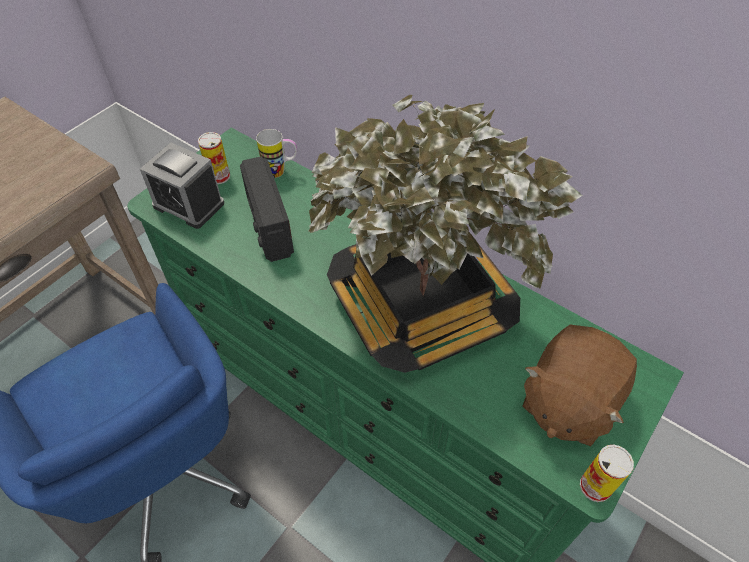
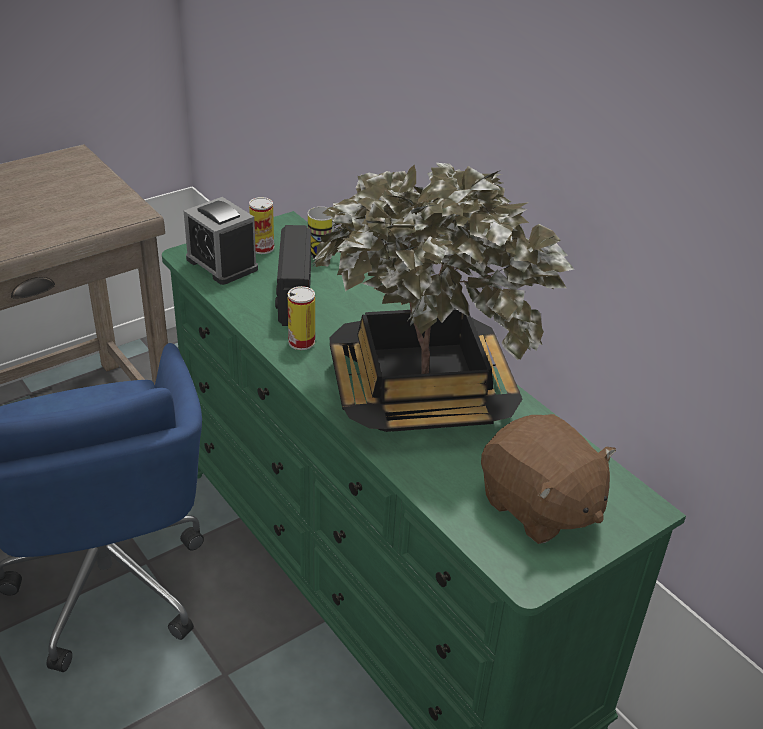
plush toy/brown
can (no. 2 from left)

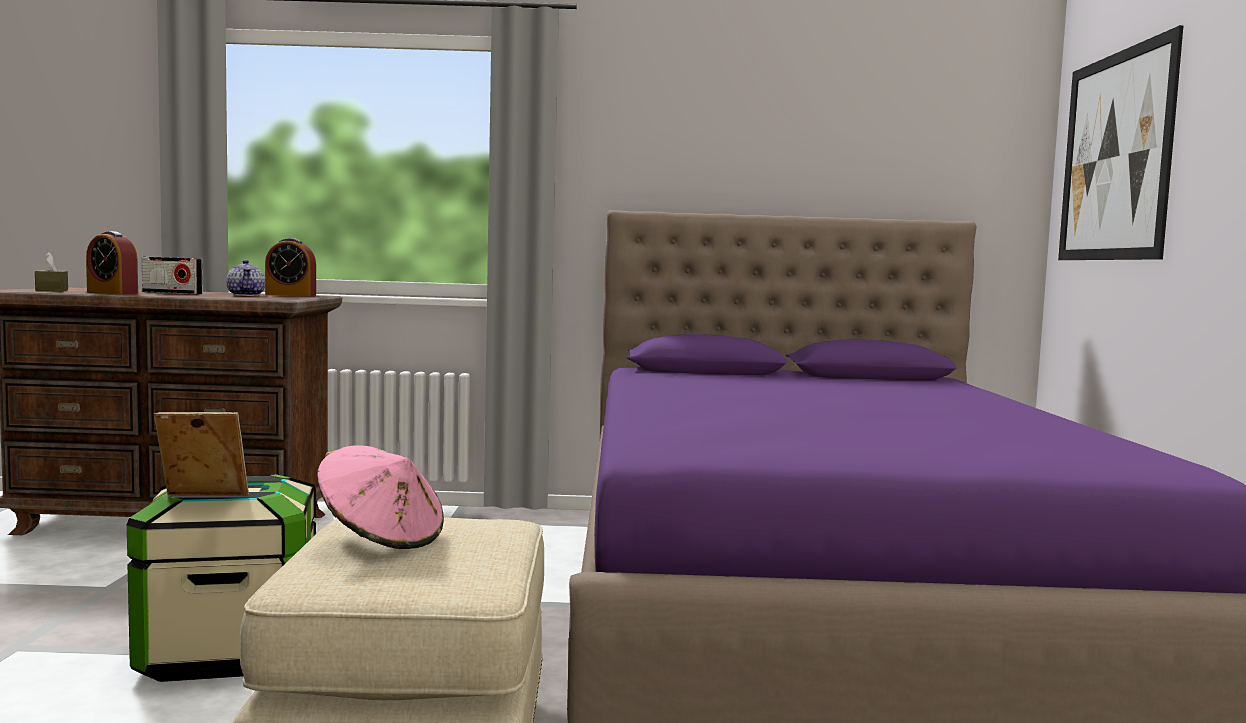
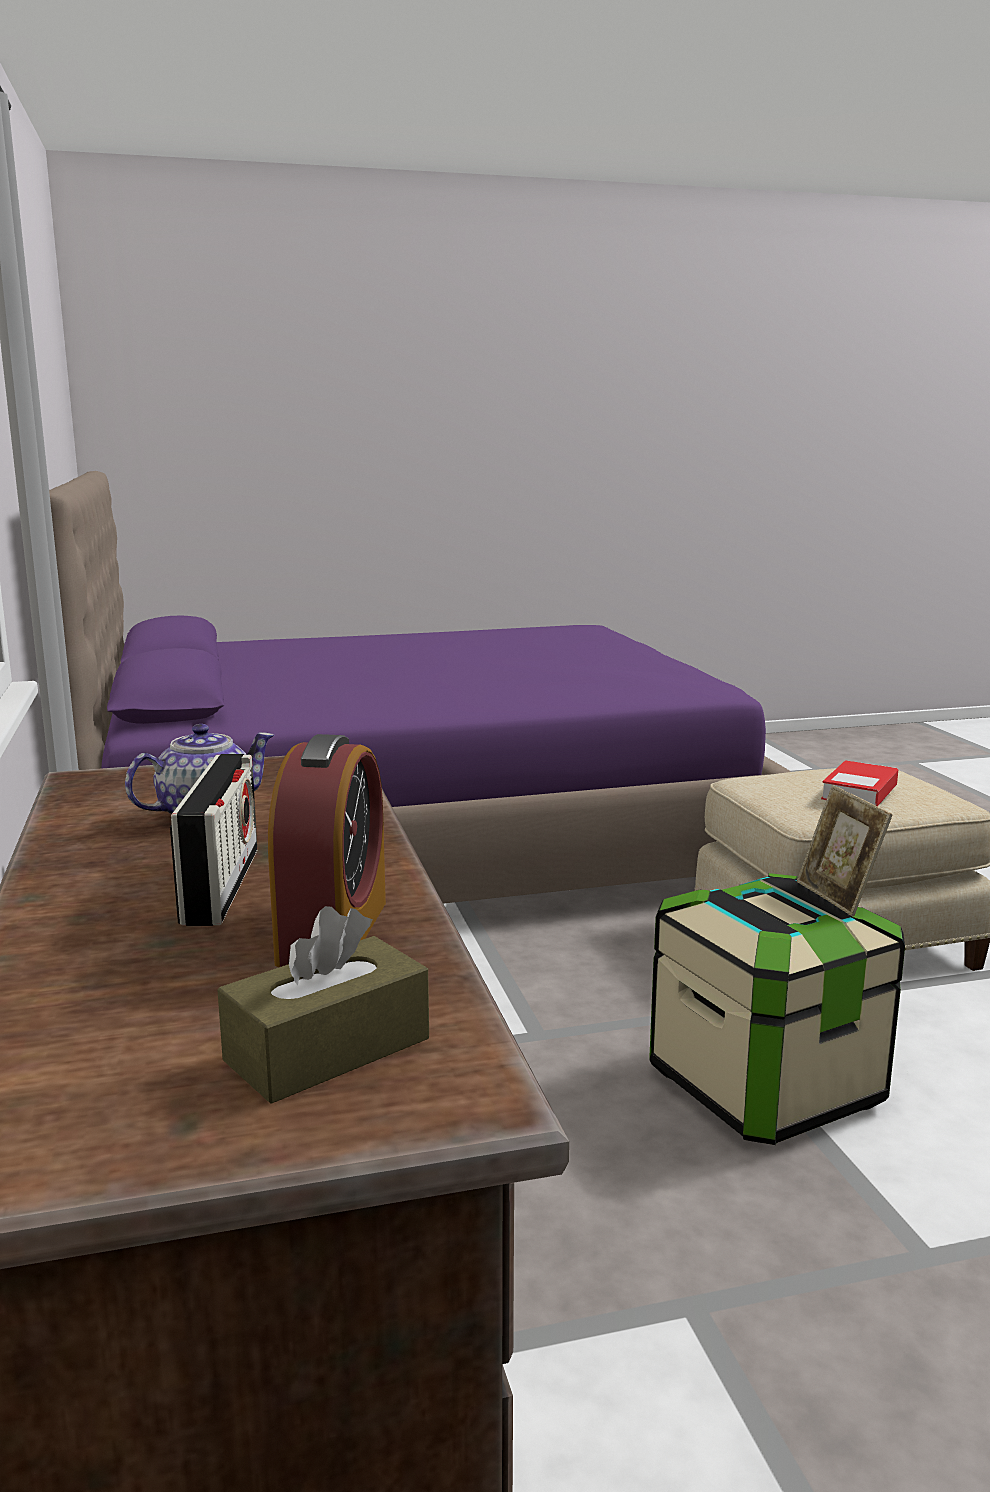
picture
alarm clock (no. 2 from left in the first image)
book

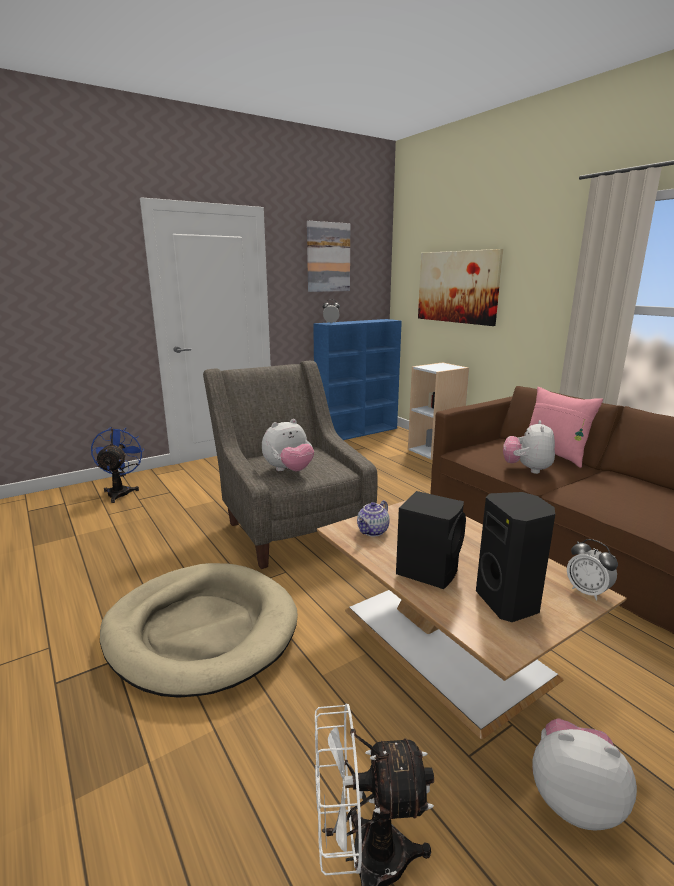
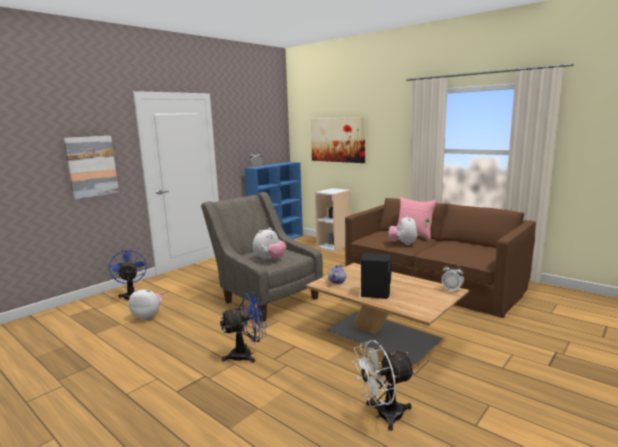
picture (no. 1 from left)
speaker/black (no. 2 from left in the first image)
fan/blue (no. 2 from left)
plush toy (no. 1 from left)

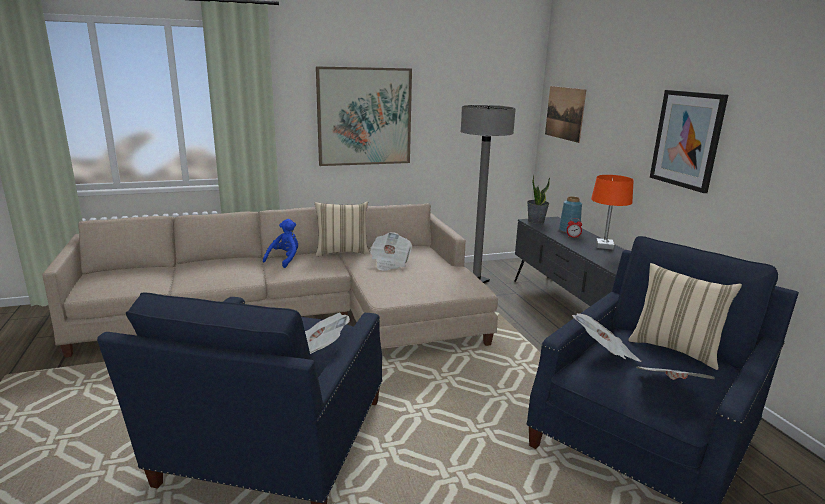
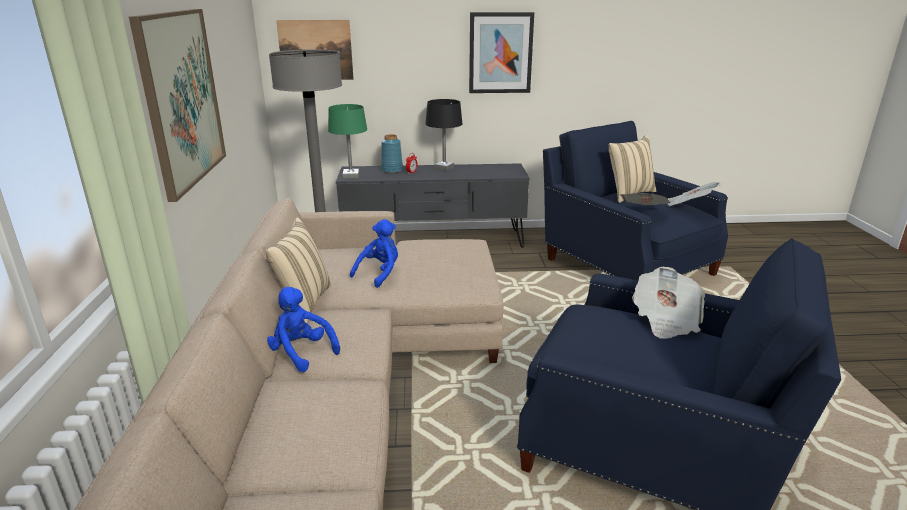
table lamp/green
table lamp/black
plush toy/blue (no. 2 from left)

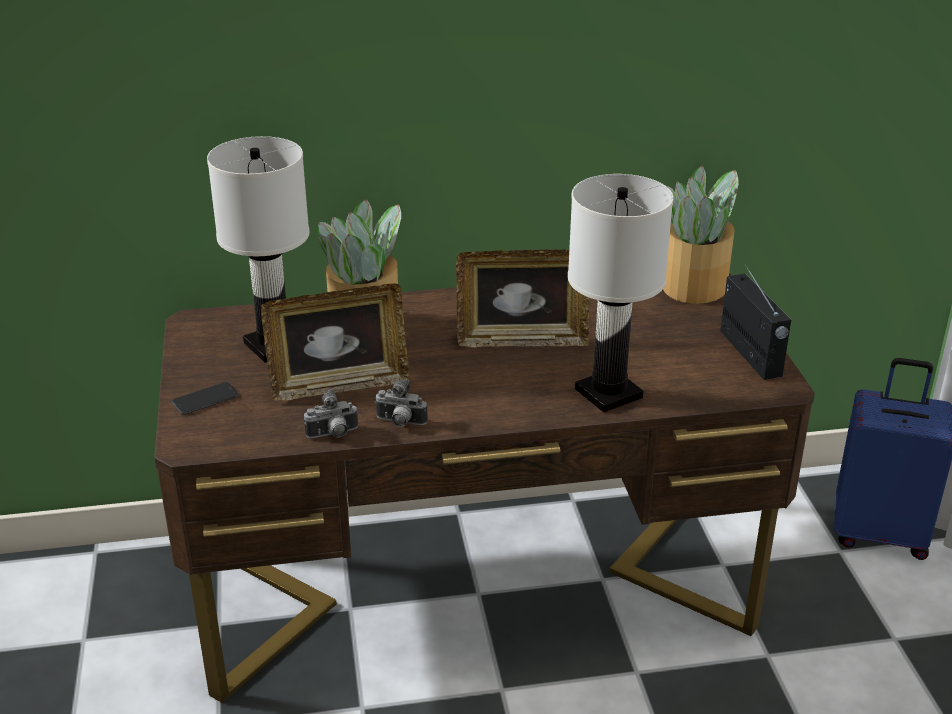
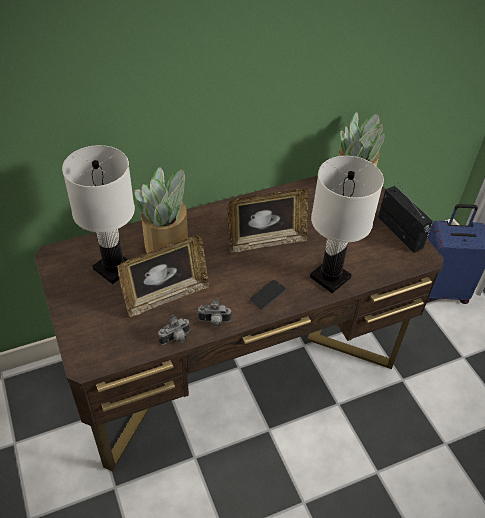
phone

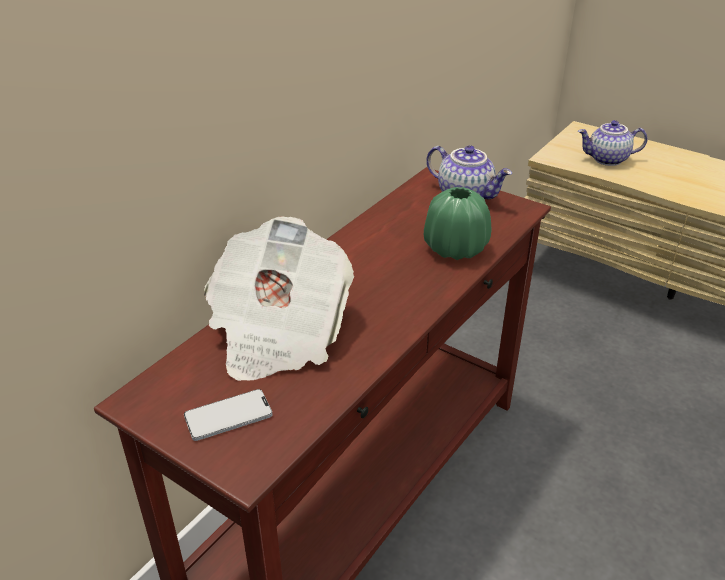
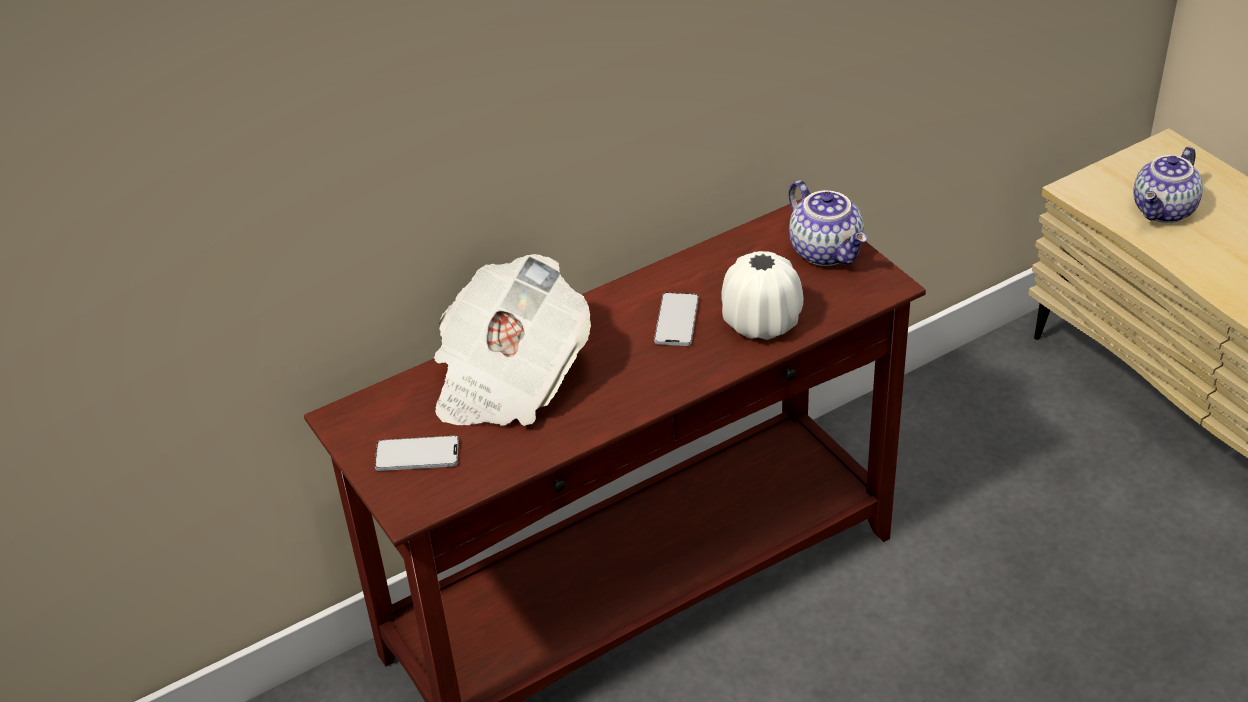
teapot (no. 2 from left)
vase/white
phone (no. 2 from left)

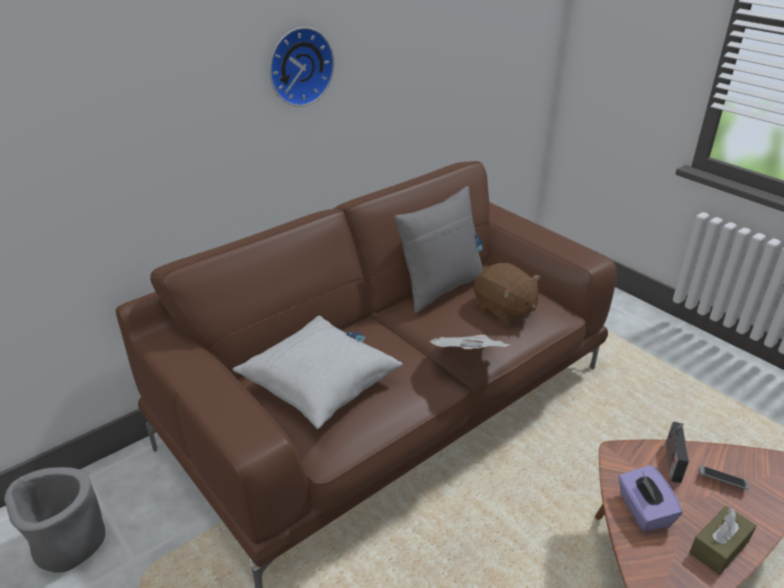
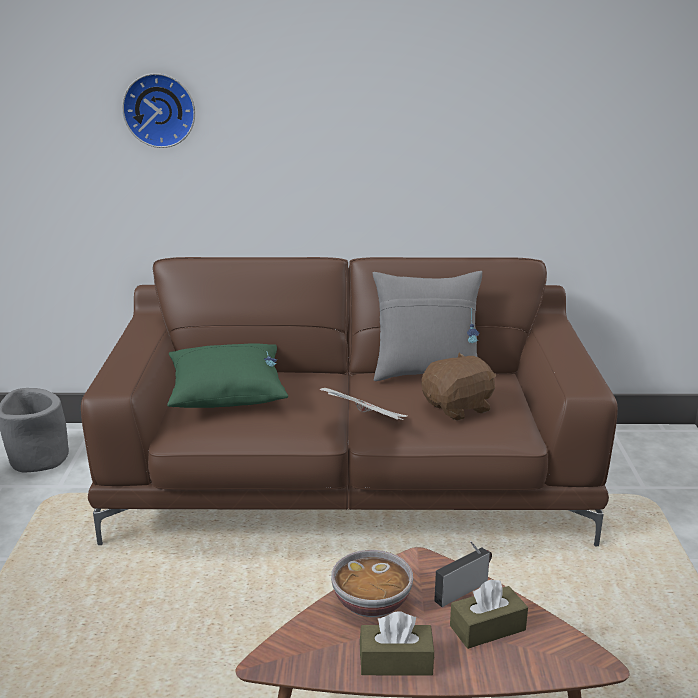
wall clock
plush toy/brown
pillow/green
bowl
tissue box/brown (no. 2 from left)

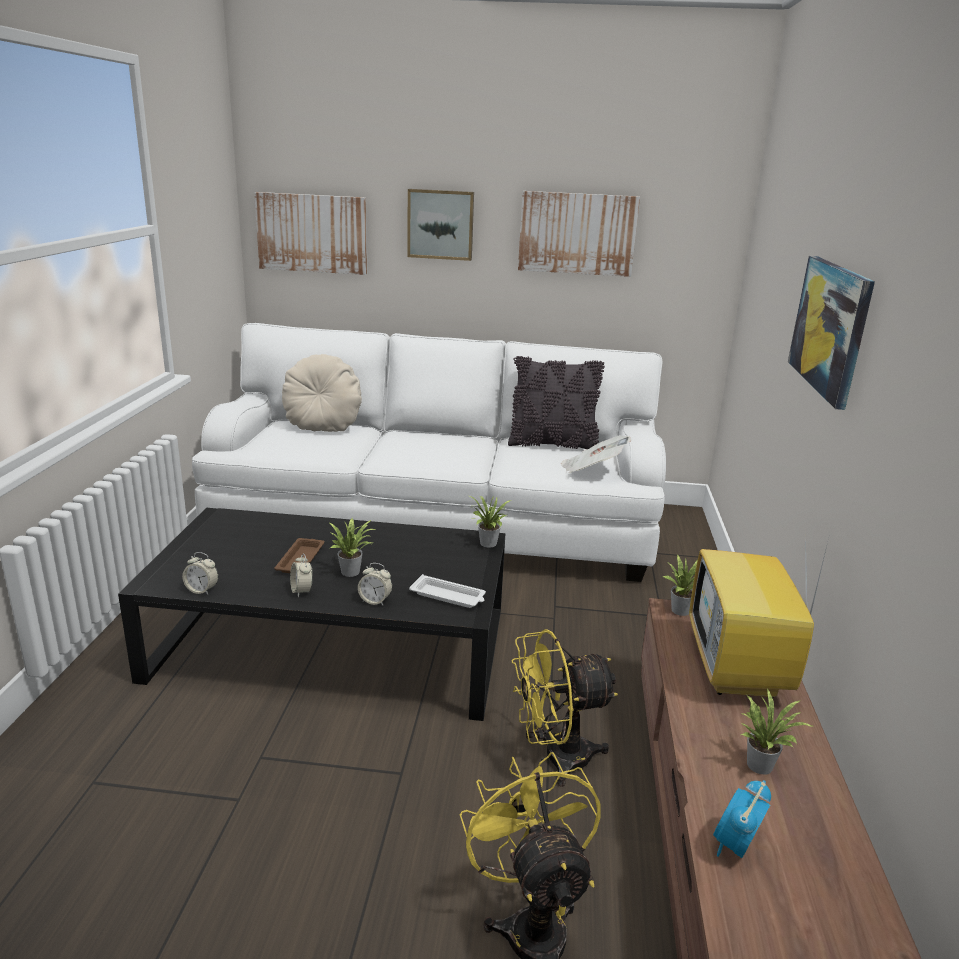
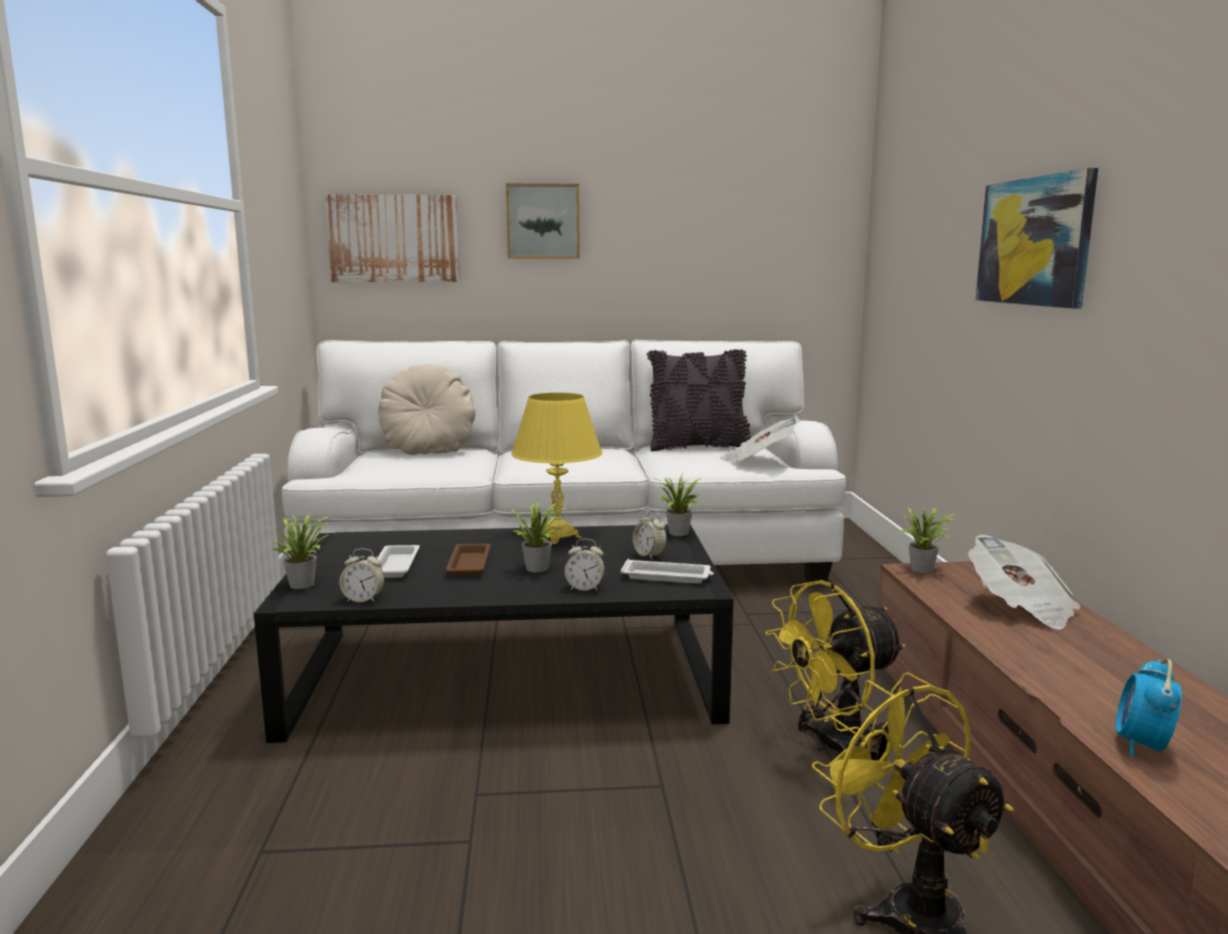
picture (no. 3 from left in the first image)
newspaper (no. 2 from left)
alarm clock (no. 3 from left)
potted plant (no. 1 from left)
table lamp/yellow
tray/white (no. 1 from left)

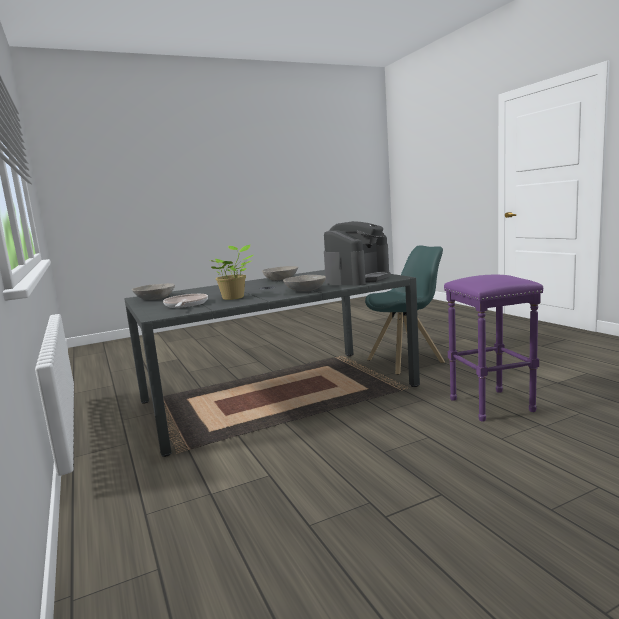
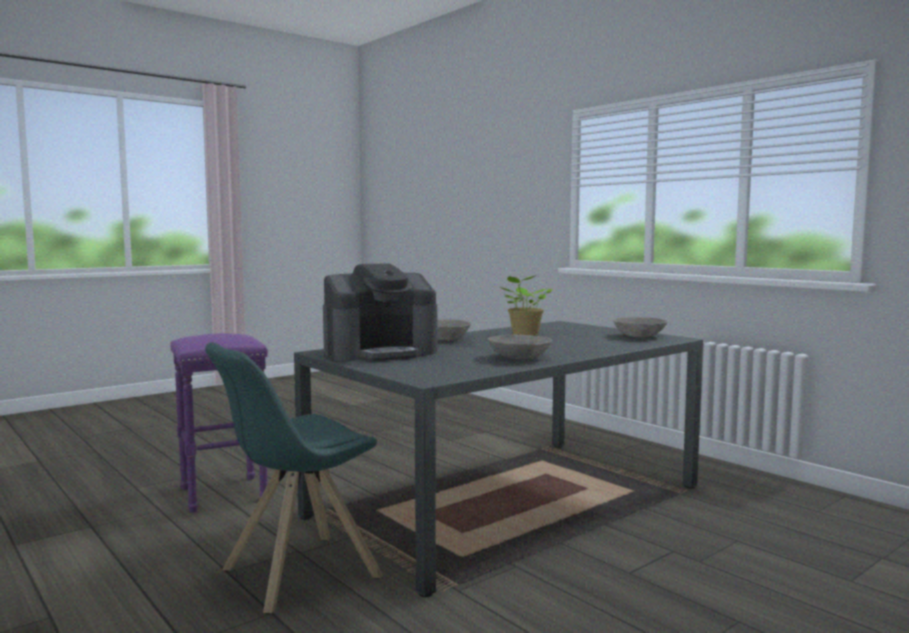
coffee machine
frying pan

